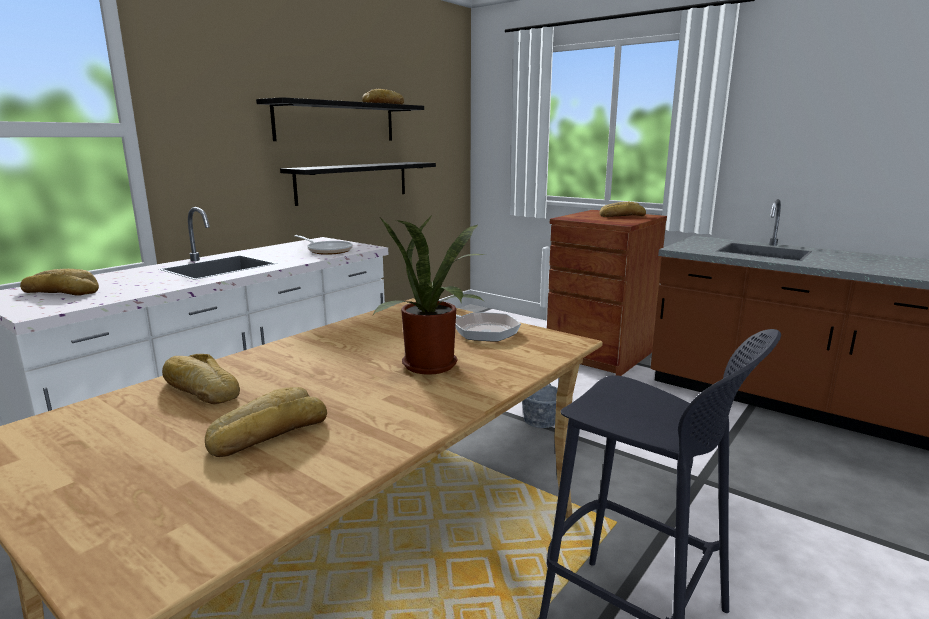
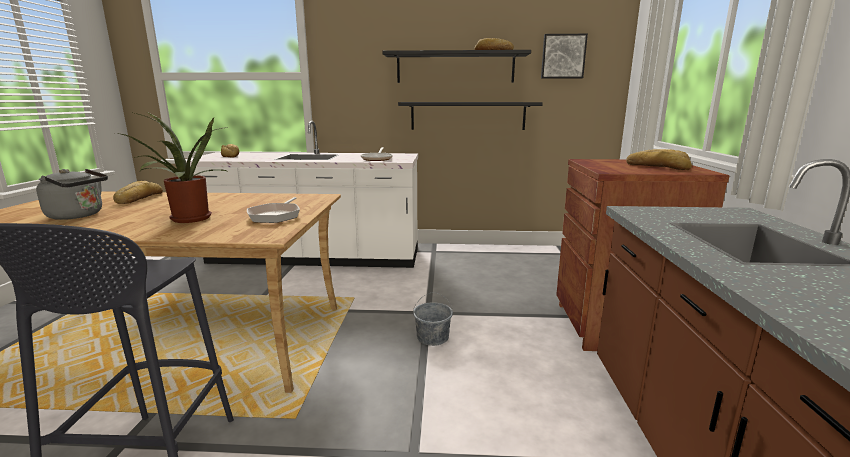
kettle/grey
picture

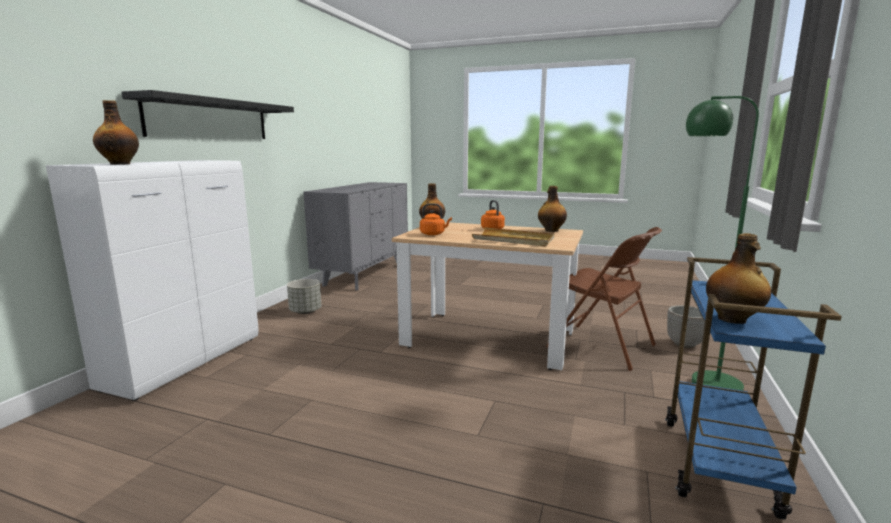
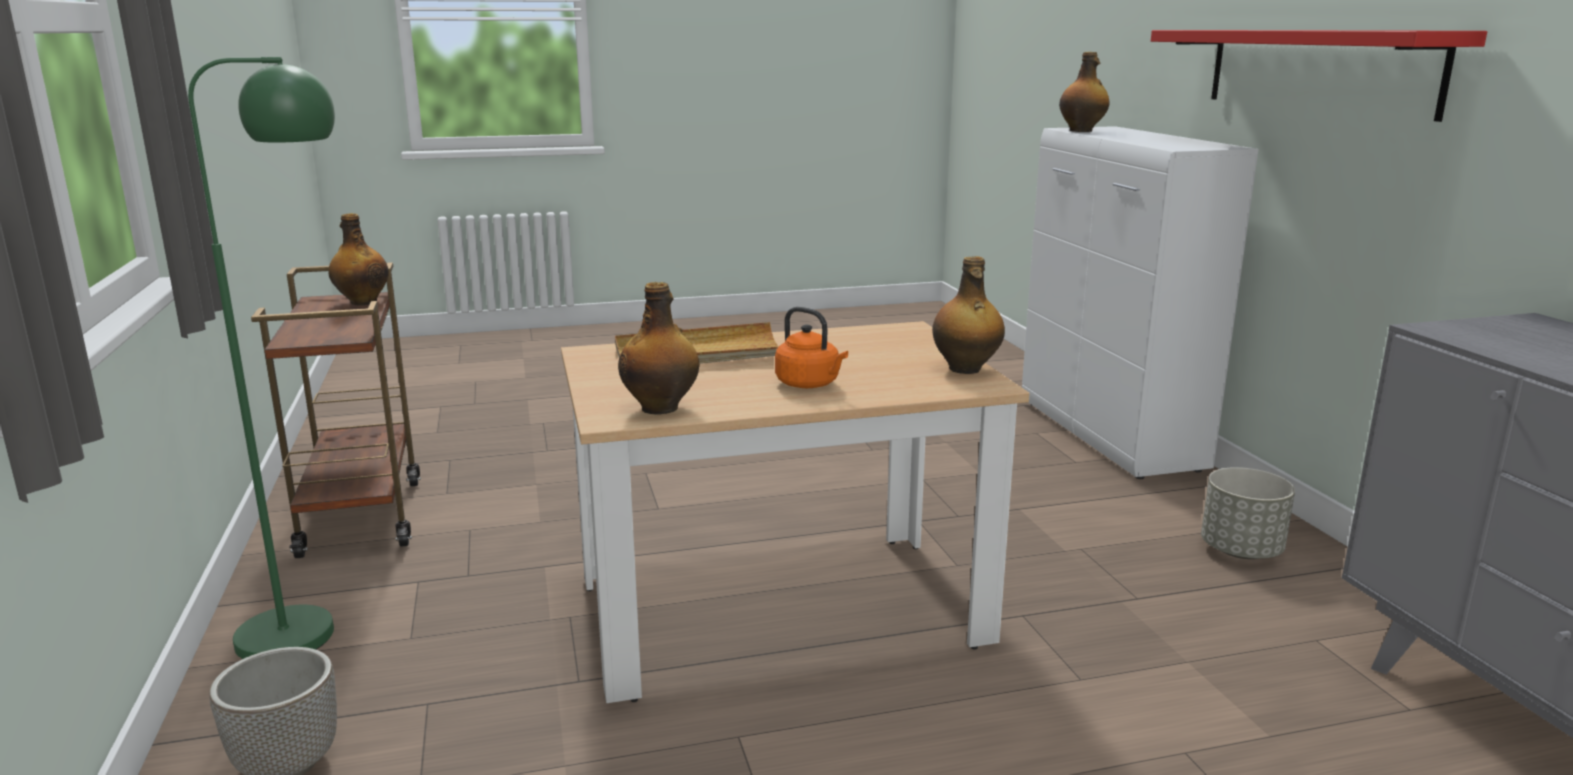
shelf/red
kettle/orange (no. 1 from left in the first image)
chair/brown
cart/brown

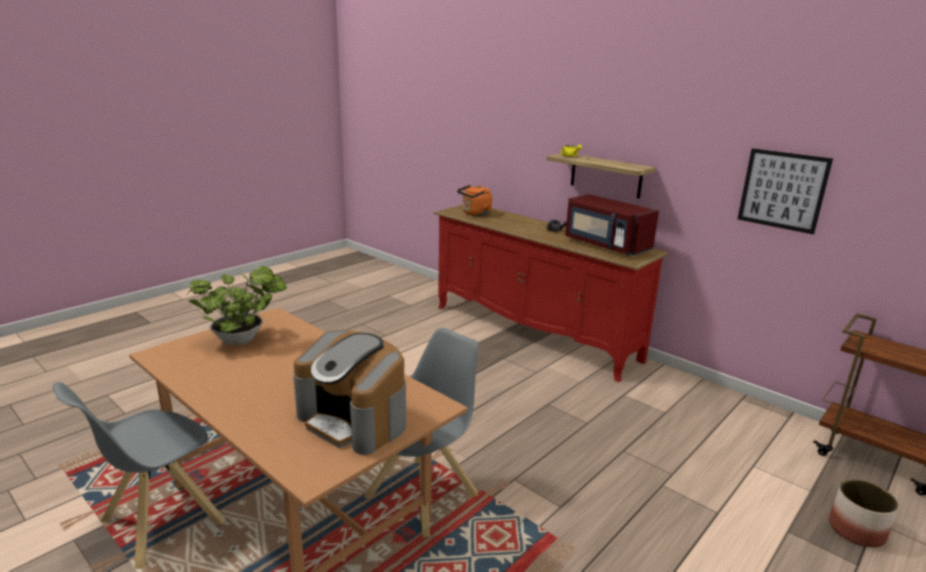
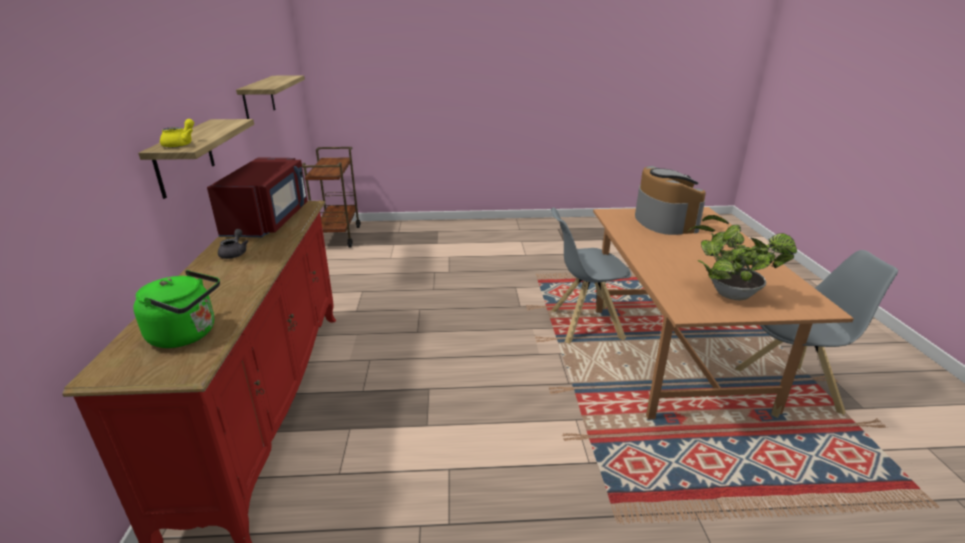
shelf (no. 2 from left)
kettle/green
planter

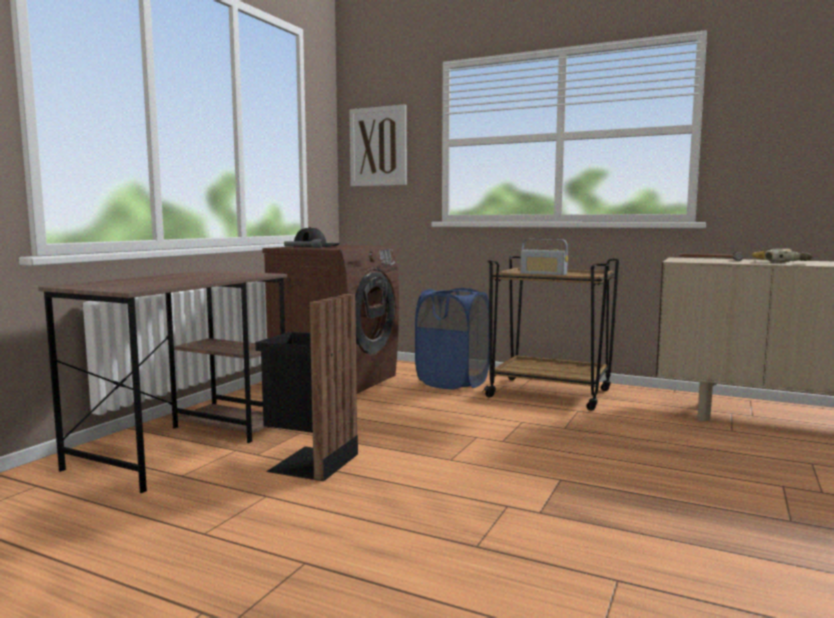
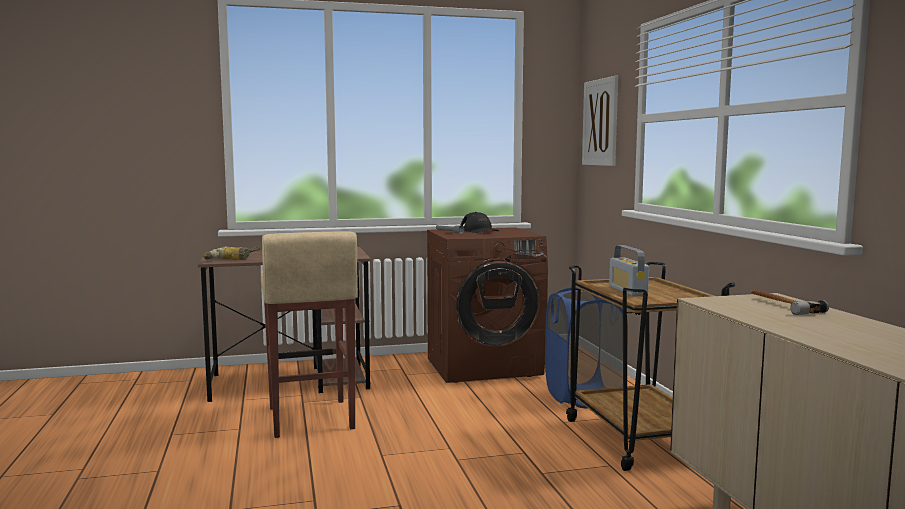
power drill
stool/beige

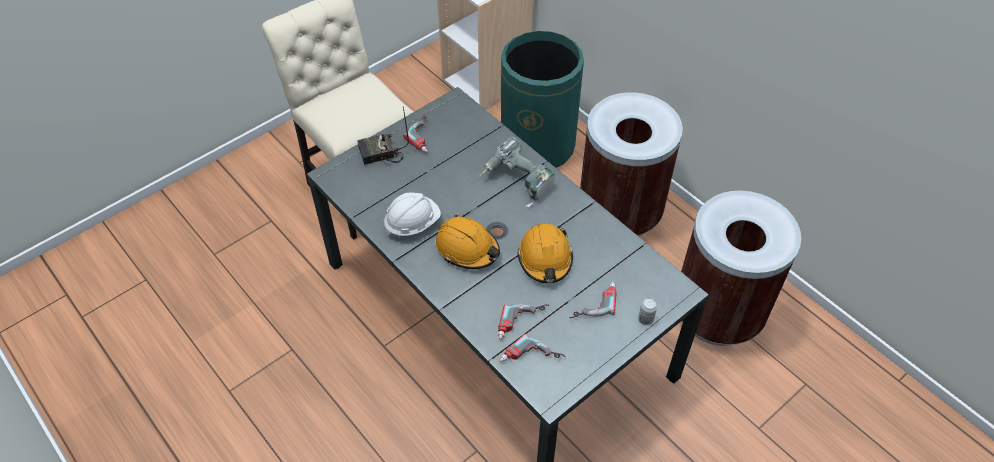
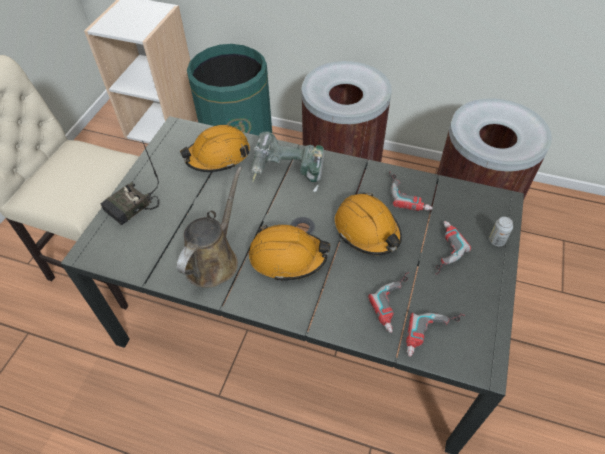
power drill (no. 3 from left)
watering can/brown
hard hat/orange (no. 1 from left)

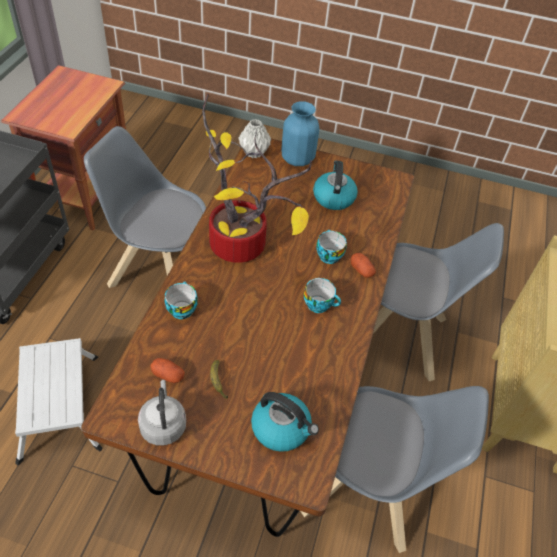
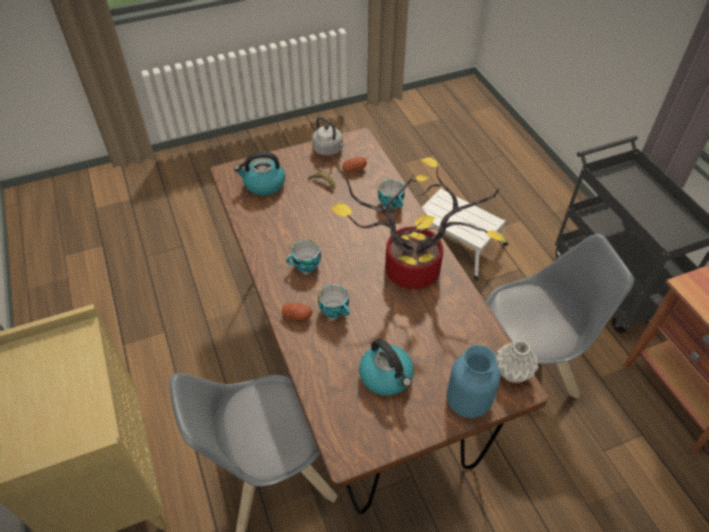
chair/grey (no. 2 from left in the first image)

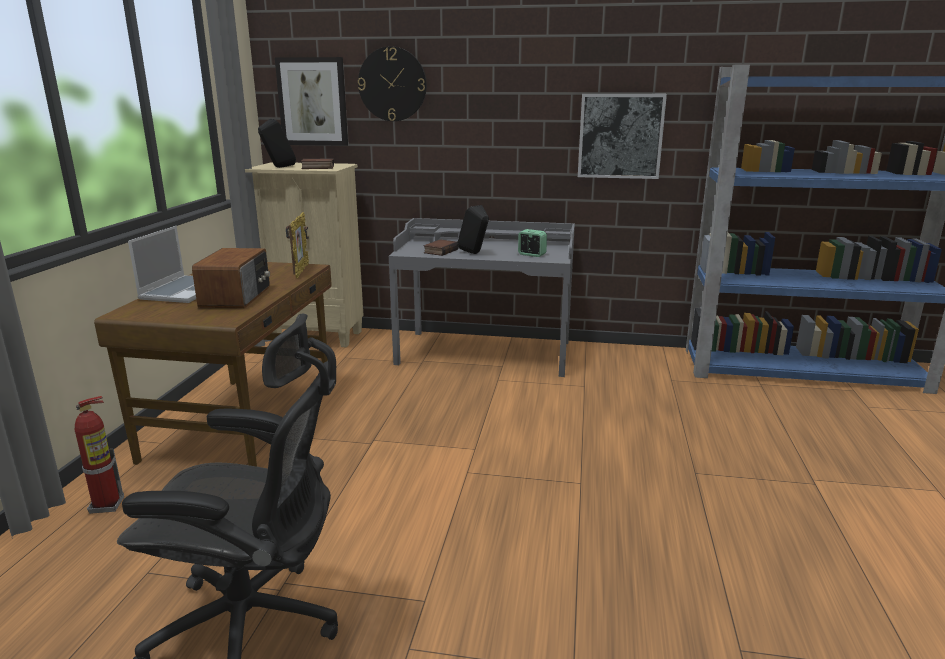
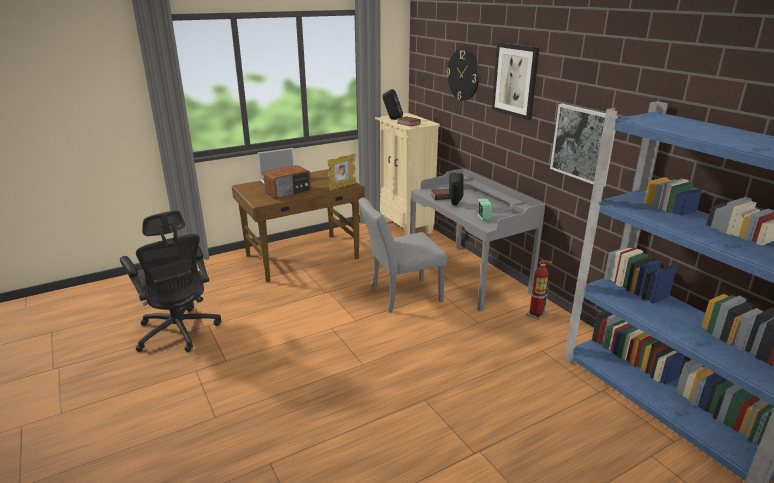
picture (no. 1 from left)
fire extinguisher
chair/grey

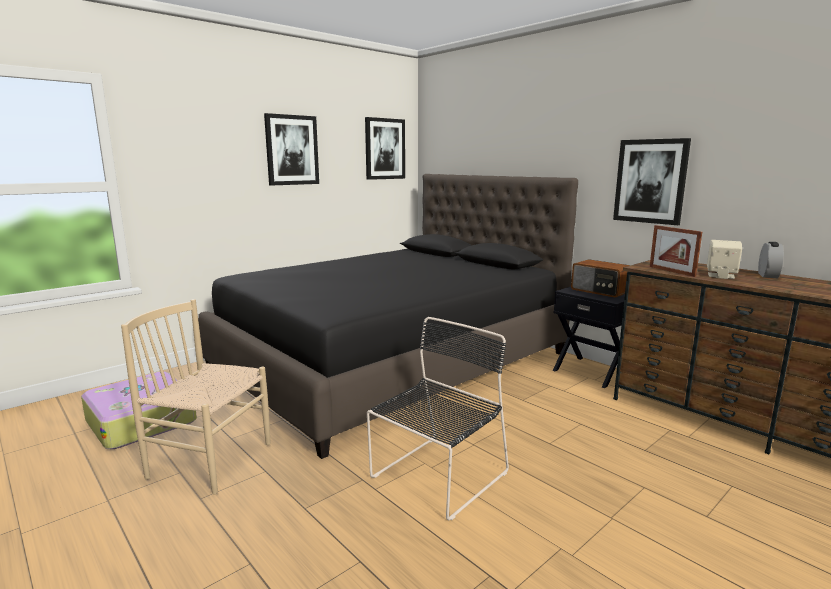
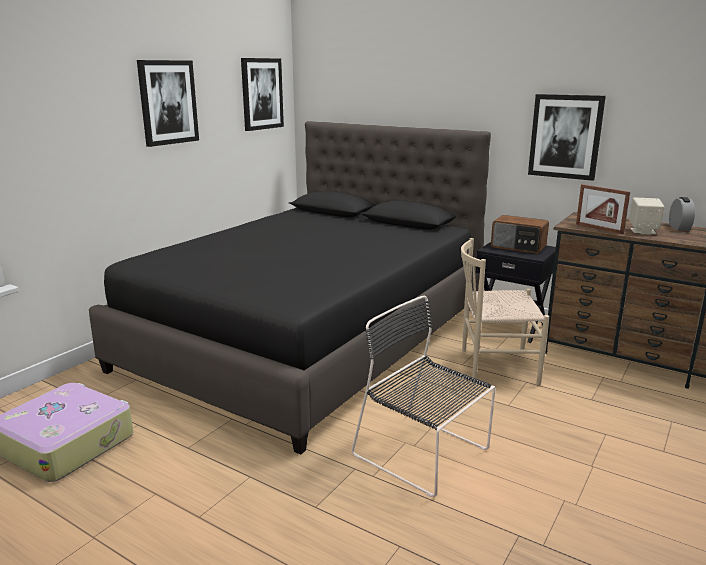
chair/beige
chair/black

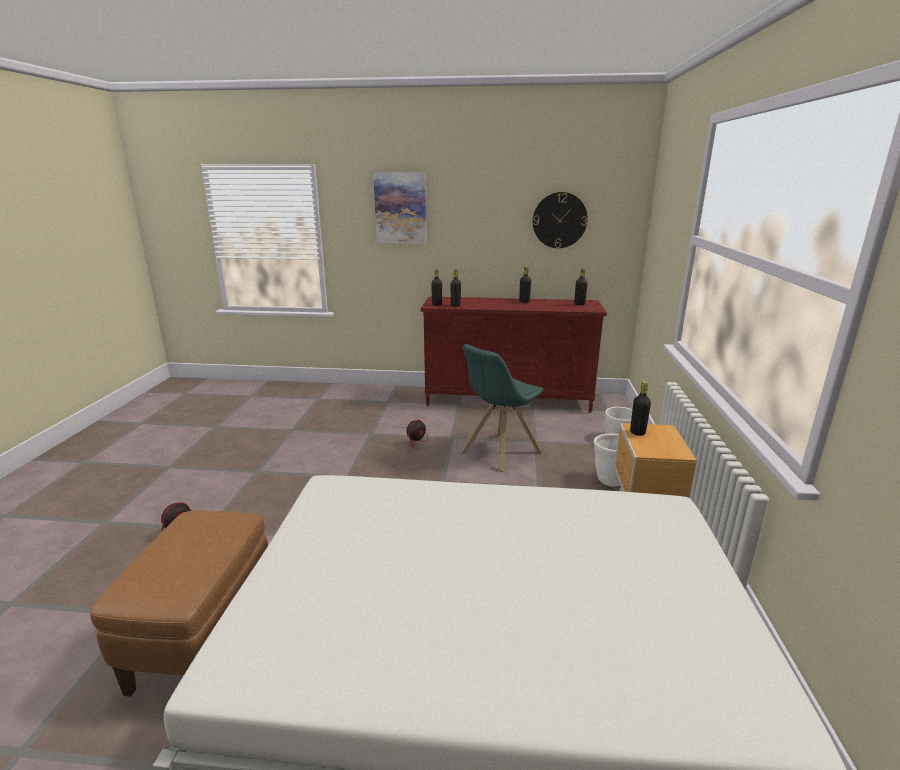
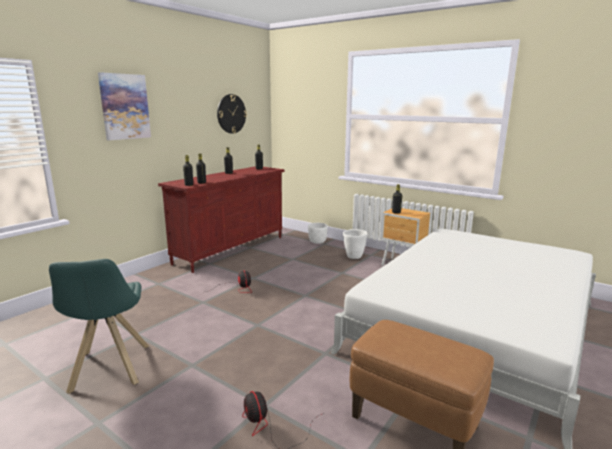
chair/turquoise

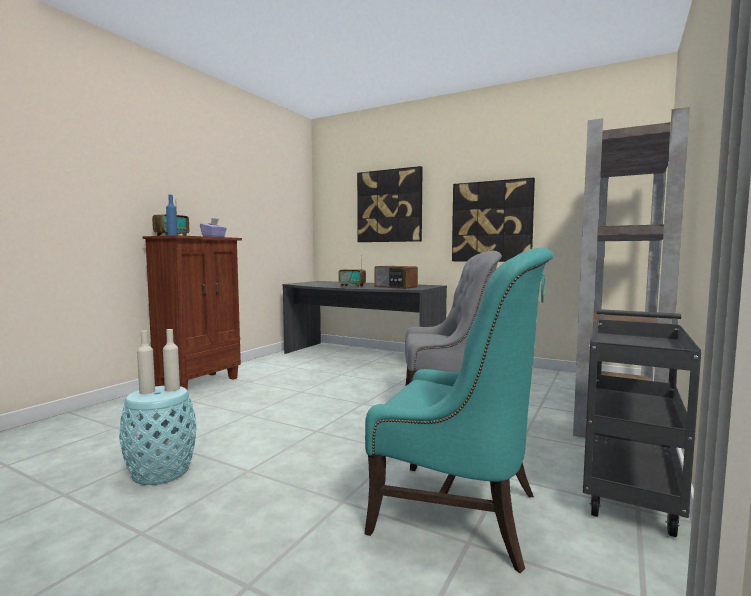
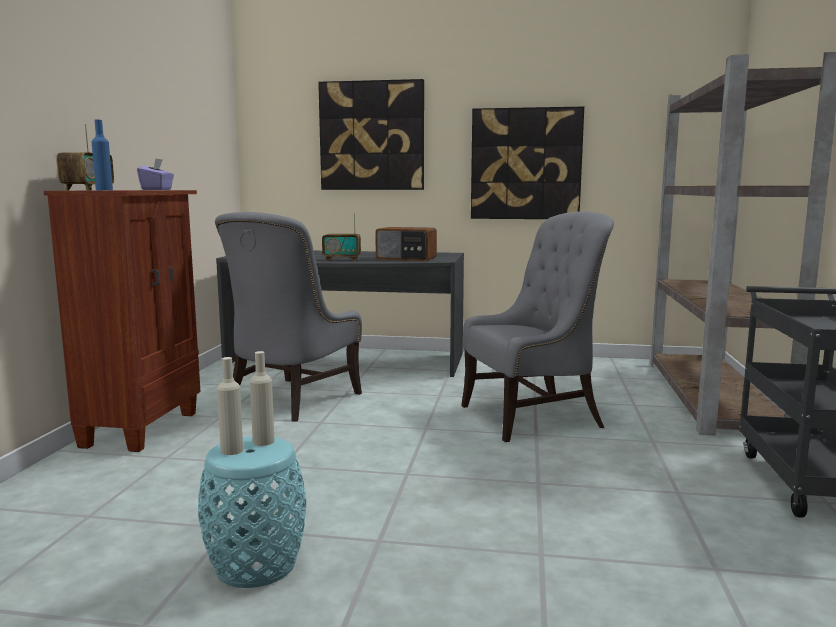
chair/turquoise
chair/grey (no. 1 from left)

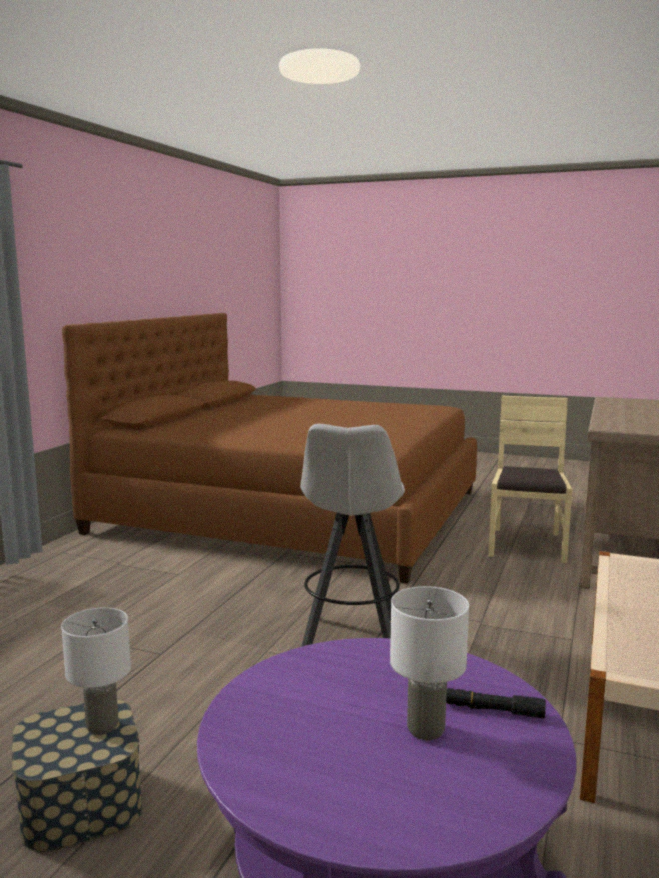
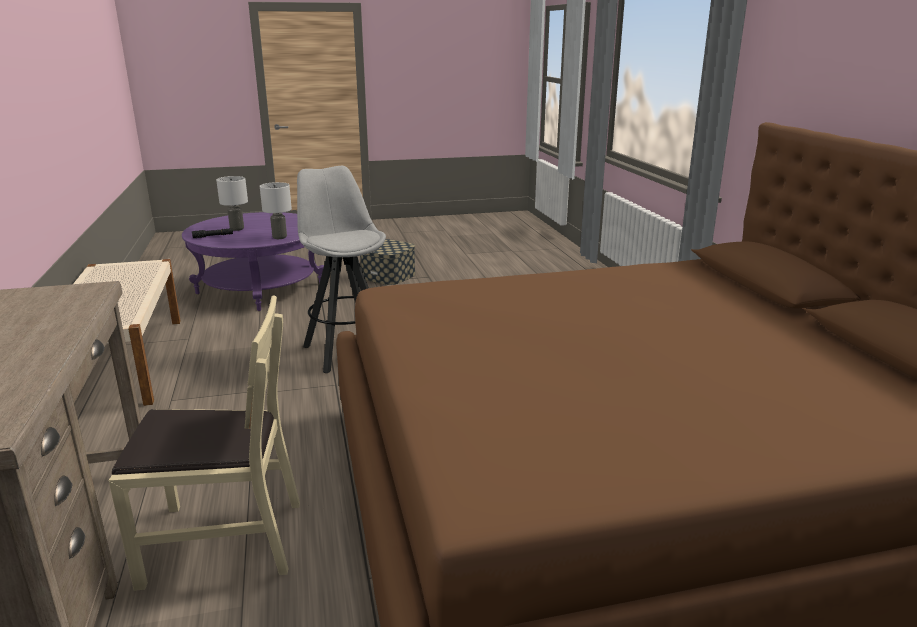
chair/beige
table lamp/white (no. 2 from left)

